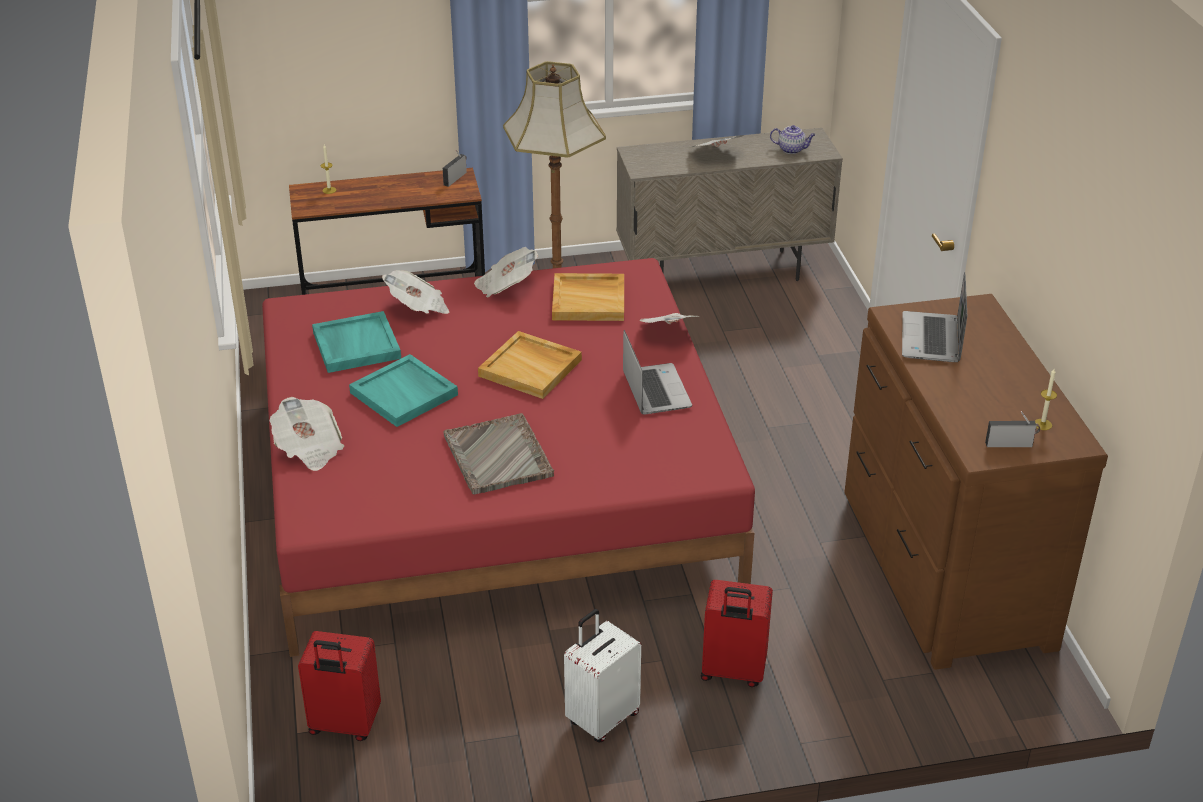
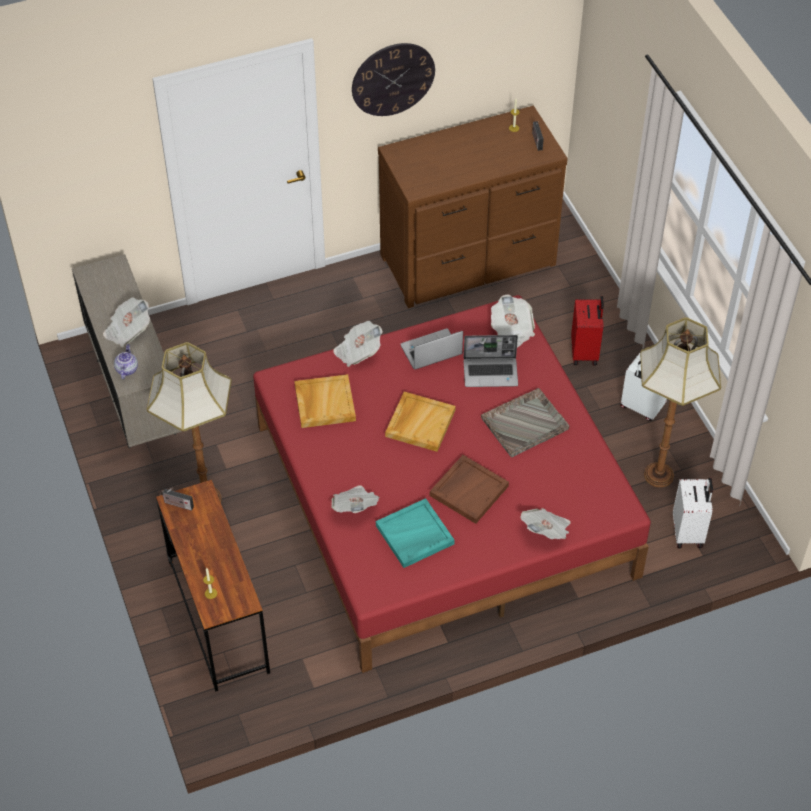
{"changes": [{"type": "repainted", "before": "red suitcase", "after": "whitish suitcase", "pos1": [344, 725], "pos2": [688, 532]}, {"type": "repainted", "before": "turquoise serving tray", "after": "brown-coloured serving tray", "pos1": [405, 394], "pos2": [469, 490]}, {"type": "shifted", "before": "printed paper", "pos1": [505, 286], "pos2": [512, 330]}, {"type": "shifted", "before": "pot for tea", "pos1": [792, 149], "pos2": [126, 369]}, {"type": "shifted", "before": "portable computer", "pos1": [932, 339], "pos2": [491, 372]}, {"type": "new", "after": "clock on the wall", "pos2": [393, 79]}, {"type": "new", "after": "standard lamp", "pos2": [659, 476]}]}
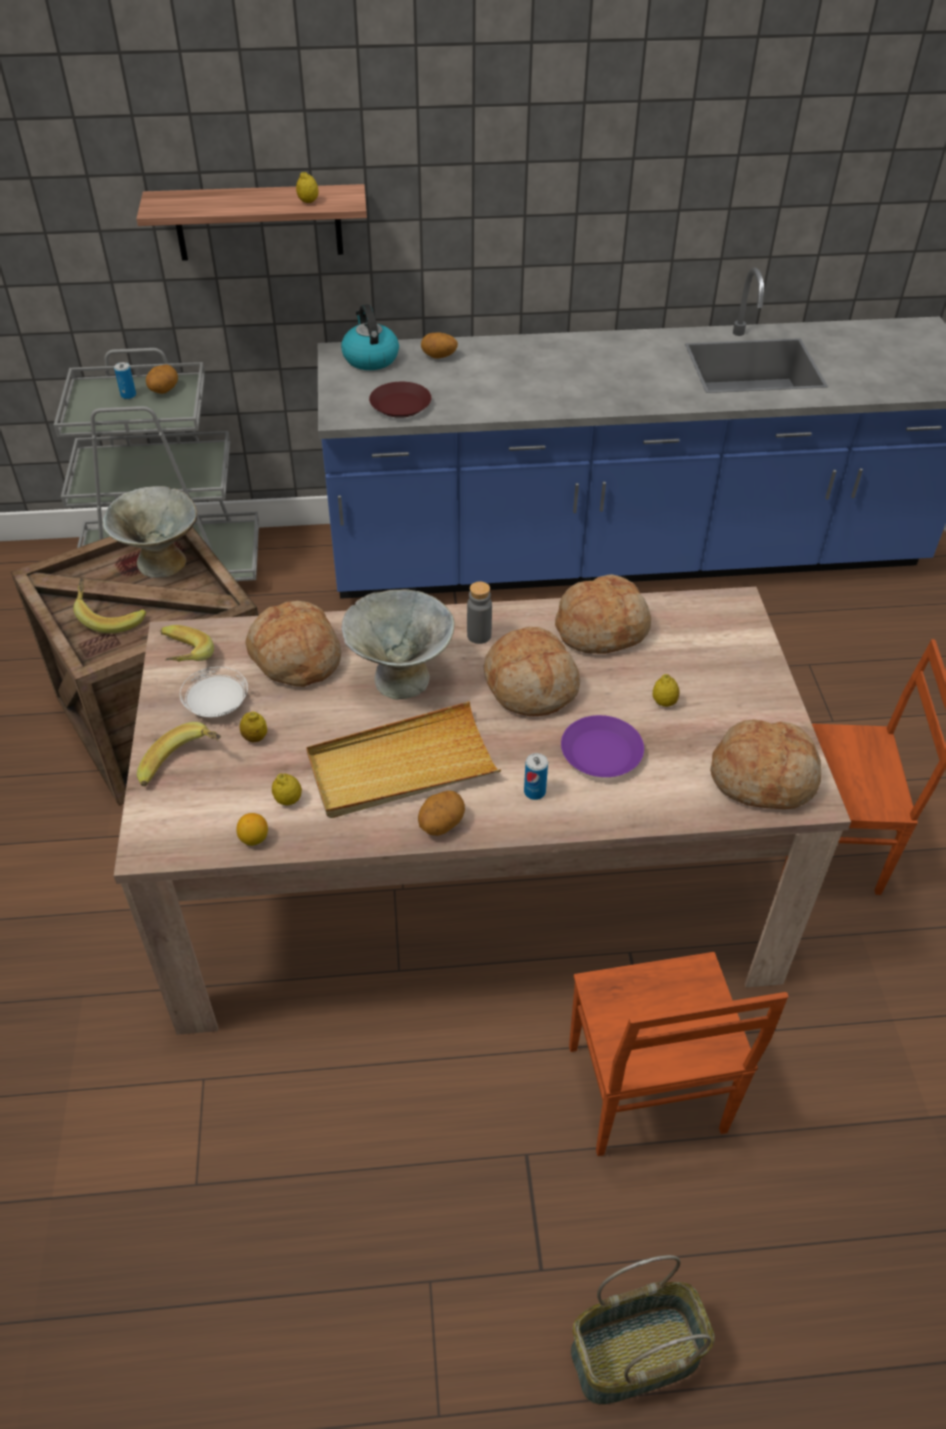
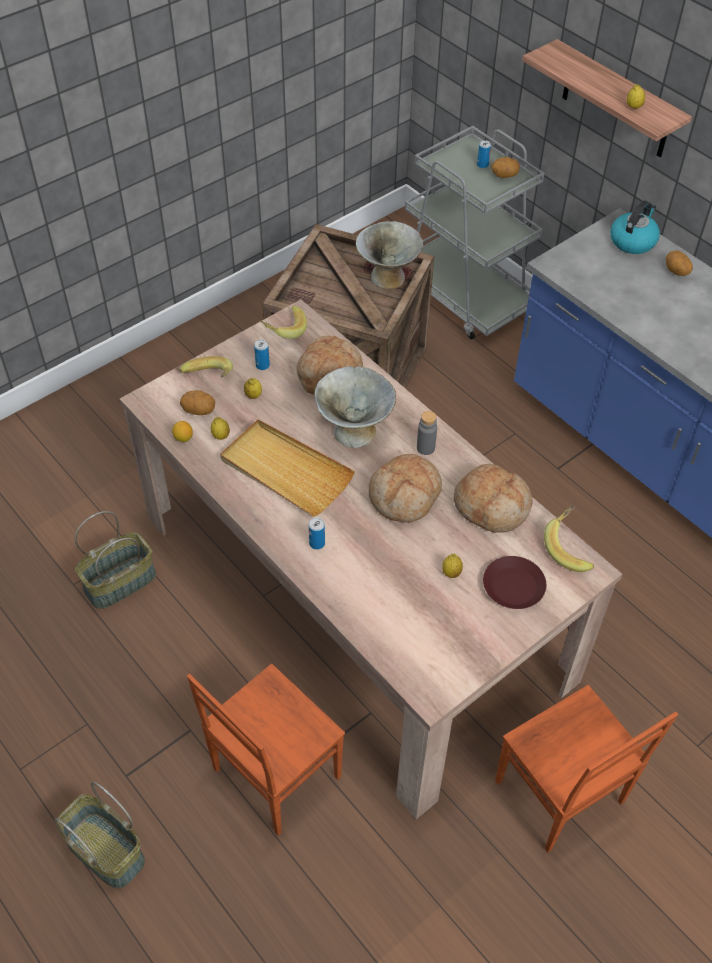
{"changes": [{"type": "shifted", "before": "banana", "pos1": [110, 617], "pos2": [570, 547]}, {"type": "swapped", "before": "whitish flat dish", "after": "metal can", "pos1": [216, 706], "pos2": [262, 365]}, {"type": "shifted", "before": "brown-coloured flat dish", "pos1": [401, 405], "pos2": [513, 587]}, {"type": "shifted", "before": "spud", "pos1": [441, 824], "pos2": [199, 411]}, {"type": "gone", "before": "purple-coloured flat dish", "pos1": [602, 752]}, {"type": "gone", "before": "bread", "pos1": [764, 777]}, {"type": "new", "after": "storage basket", "pos2": [120, 581]}]}
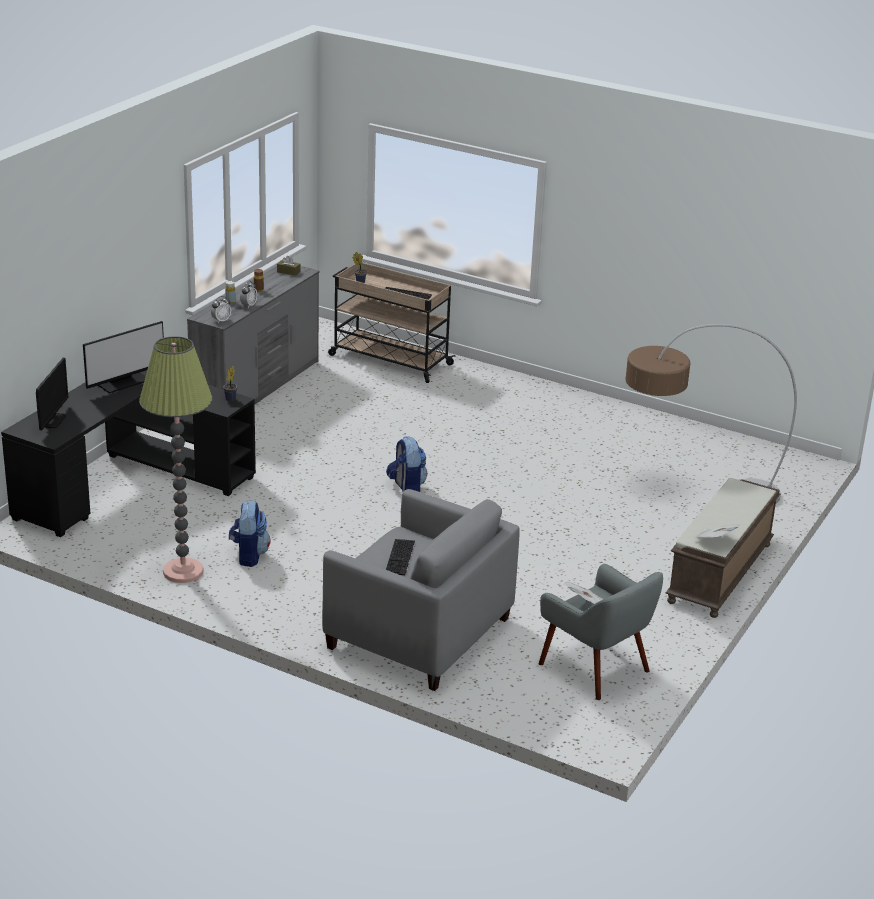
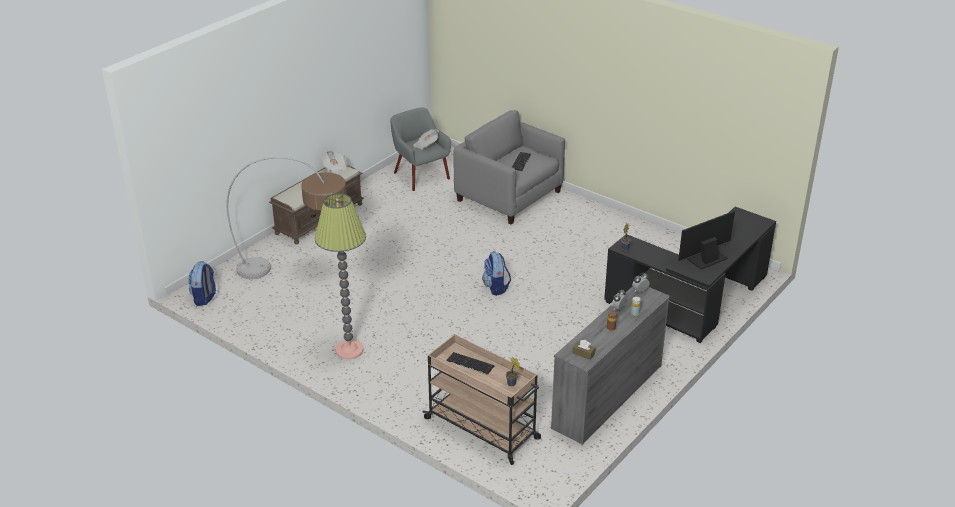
{"changes": [{"type": "gone", "before": "computer screen", "pos1": [52, 420]}, {"type": "shifted", "before": "standard lamp", "pos1": [183, 571], "pos2": [349, 350]}, {"type": "shifted", "before": "backpack", "pos1": [249, 555], "pos2": [204, 298]}]}
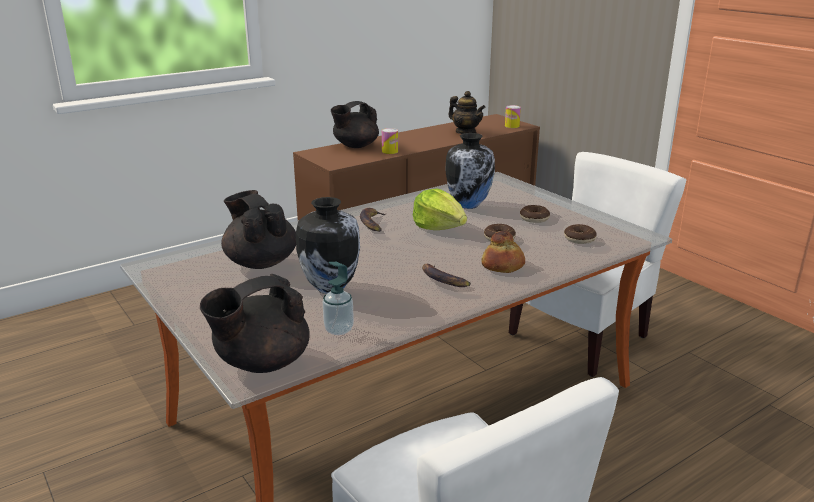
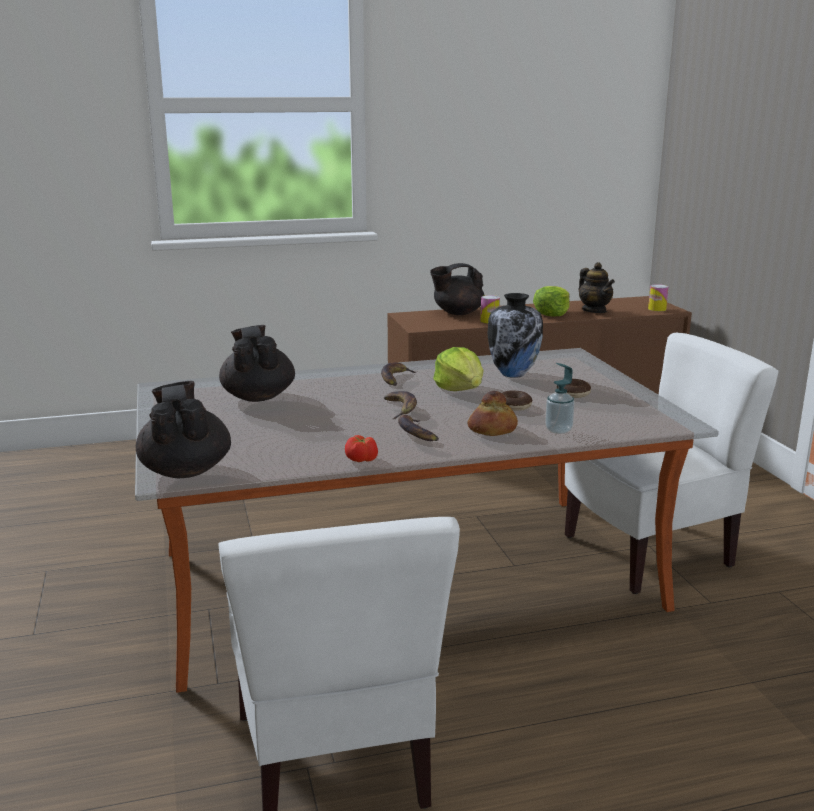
{"changes": [{"type": "rotated", "before": "blackish pot for tea", "pos1": [261, 363], "pos2": [185, 470], "turn": 90}, {"type": "gone", "before": "vase", "pos1": [330, 287]}, {"type": "shifted", "before": "soap bottle", "pos1": [339, 329], "pos2": [558, 430]}, {"type": "gone", "before": "doughnut", "pos1": [579, 239]}, {"type": "new", "after": "tomato", "pos2": [361, 459]}, {"type": "new", "after": "banana", "pos2": [400, 409]}, {"type": "new", "after": "lettuce head", "pos2": [552, 313]}]}
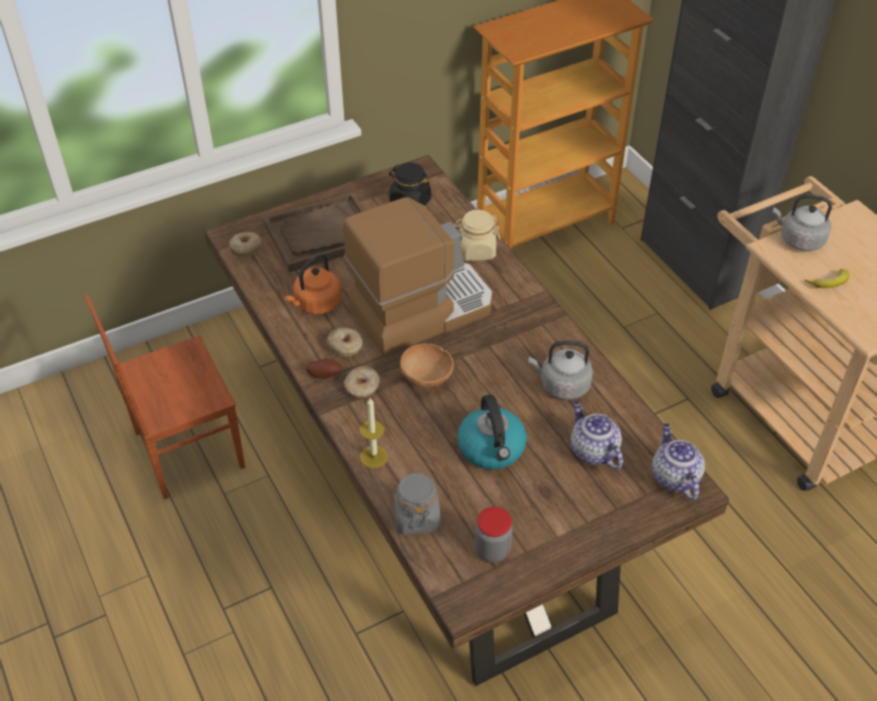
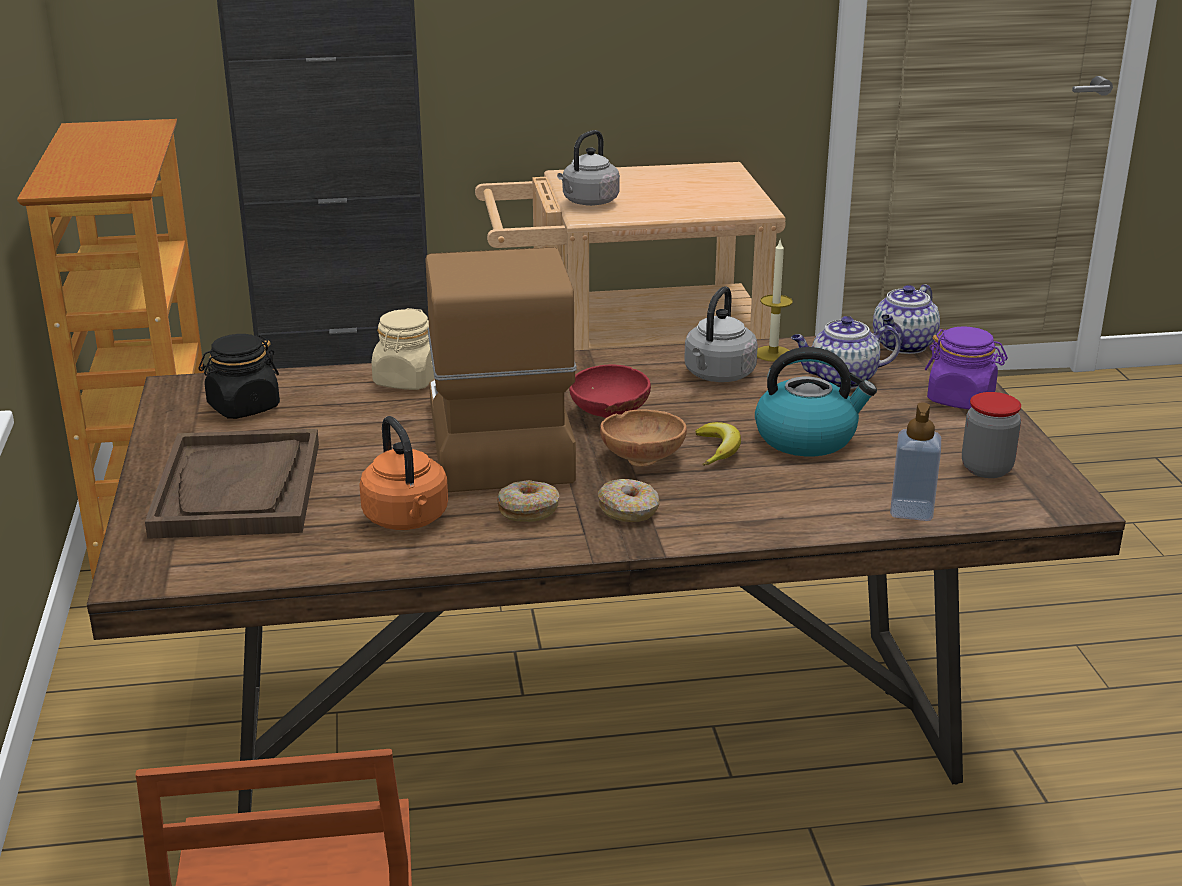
{"changes": [{"type": "gone", "before": "doughnut", "pos1": [246, 248]}, {"type": "gone", "before": "spud", "pos1": [324, 374]}, {"type": "shifted", "before": "candle", "pos1": [374, 456], "pos2": [773, 354]}, {"type": "swapped", "before": "gray jar", "after": "soap bottle", "pos1": [416, 517], "pos2": [911, 510]}, {"type": "rotated", "before": "pot for tea", "pos1": [674, 477], "pos2": [903, 346], "turn": -60}, {"type": "shifted", "before": "banana", "pos1": [829, 283], "pos2": [718, 450]}, {"type": "new", "after": "red serving bowl", "pos2": [608, 415]}, {"type": "new", "after": "purple-coloured jar", "pos2": [961, 399]}]}
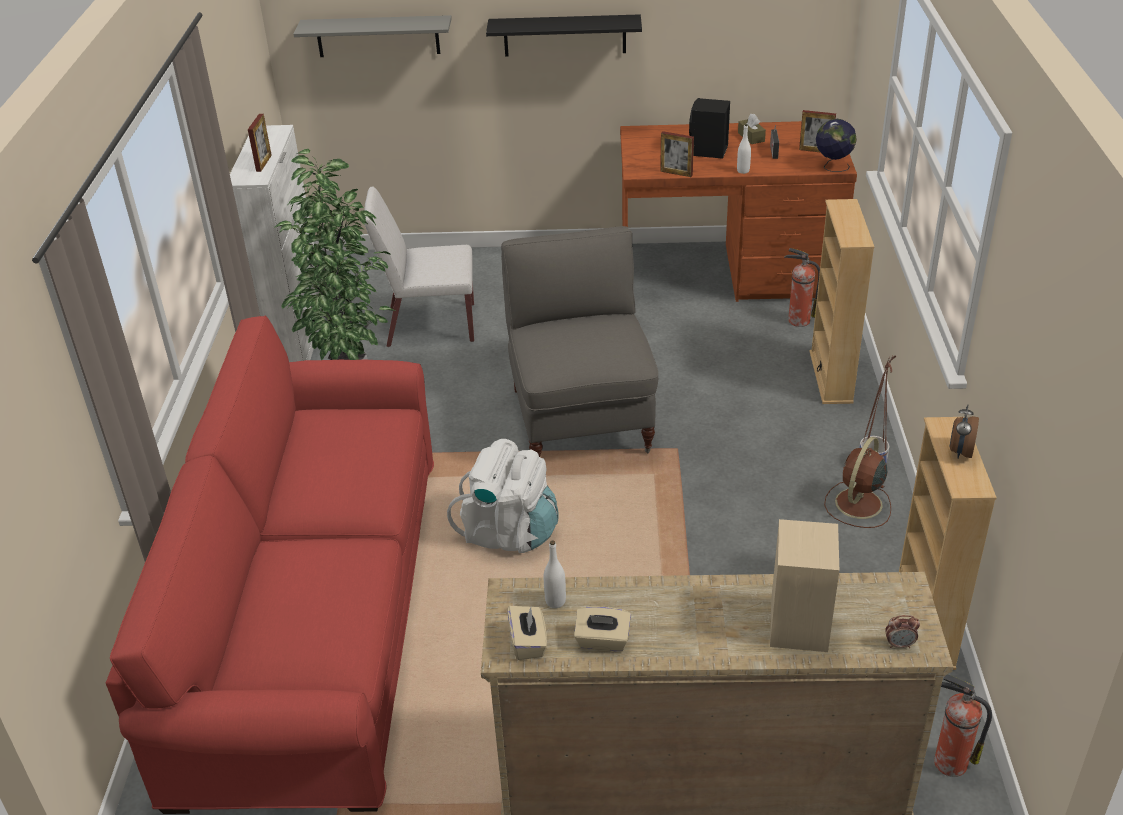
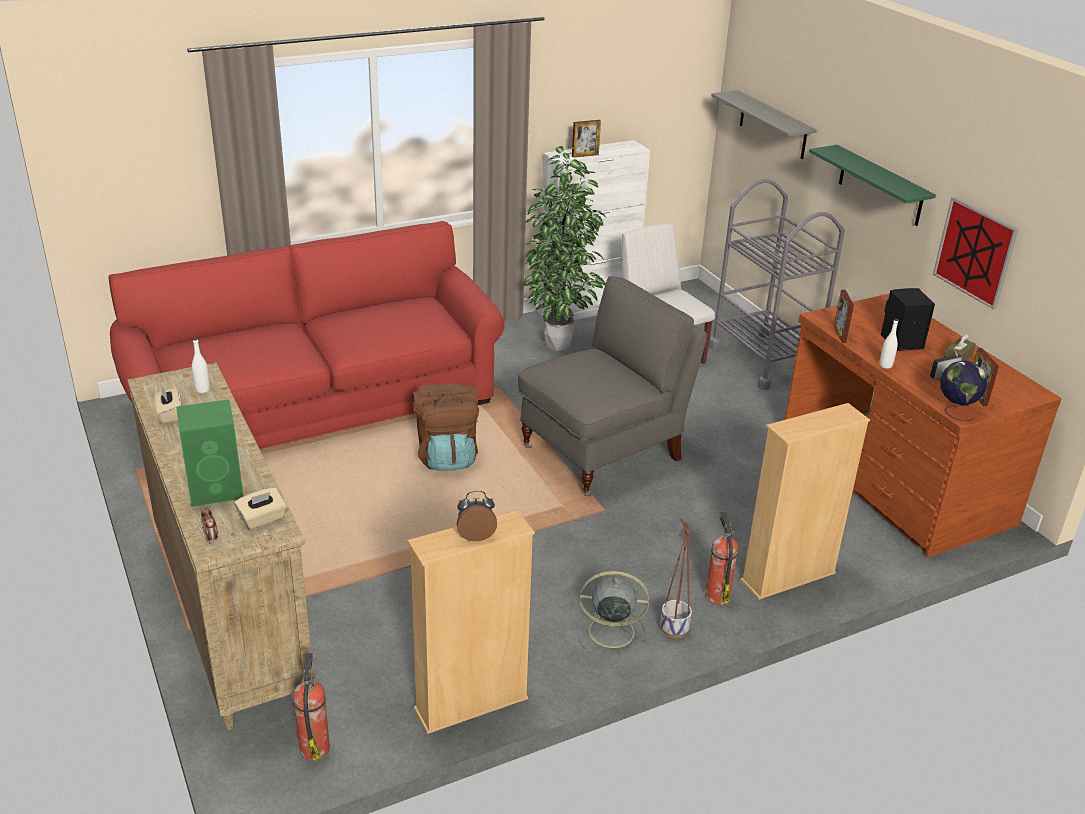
{"changes": [{"type": "repainted", "before": "whitish backpack", "after": "brown-coloured backpack", "pos1": [509, 532], "pos2": [447, 456]}, {"type": "repainted", "before": "blackish wall shelf", "after": "greenish wall shelf", "pos1": [564, 35], "pos2": [880, 186]}, {"type": "shifted", "before": "beige-coloured tissue box", "pos1": [528, 643], "pos2": [262, 519]}, {"type": "repainted", "before": "beige-coloured audio speaker", "after": "greenish audio speaker", "pos1": [798, 624], "pos2": [217, 489]}, {"type": "shifted", "before": "fire-fighting cylinder", "pos1": [797, 320], "pos2": [717, 595]}, {"type": "repainted", "before": "brown-coloured electric fan", "after": "gray electric fan", "pos1": [857, 505], "pos2": [609, 631]}, {"type": "new", "after": "gray cart", "pos2": [764, 360]}, {"type": "new", "after": "wall art", "pos2": [975, 252]}]}
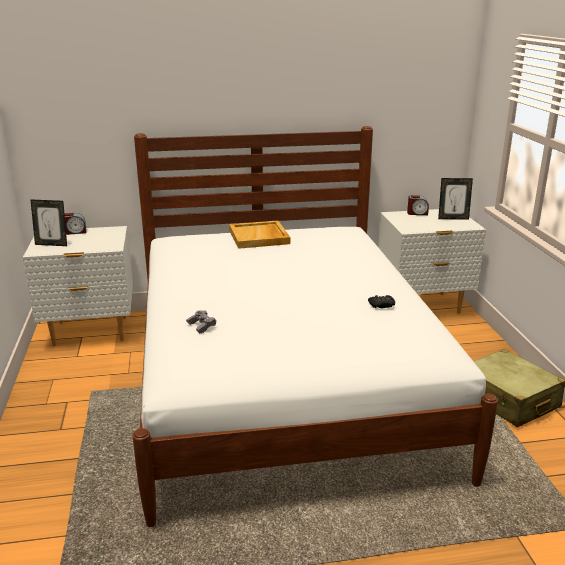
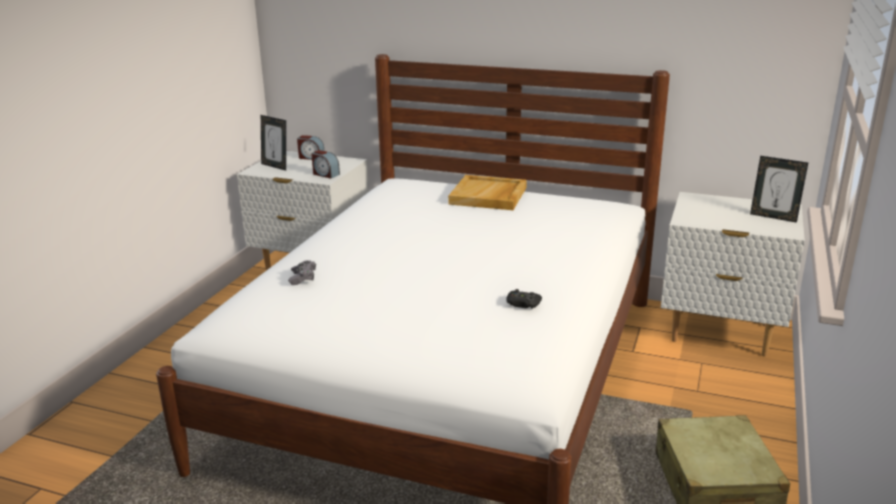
{"changes": [{"type": "shifted", "before": "alarm clock", "pos1": [417, 213], "pos2": [325, 174]}]}
